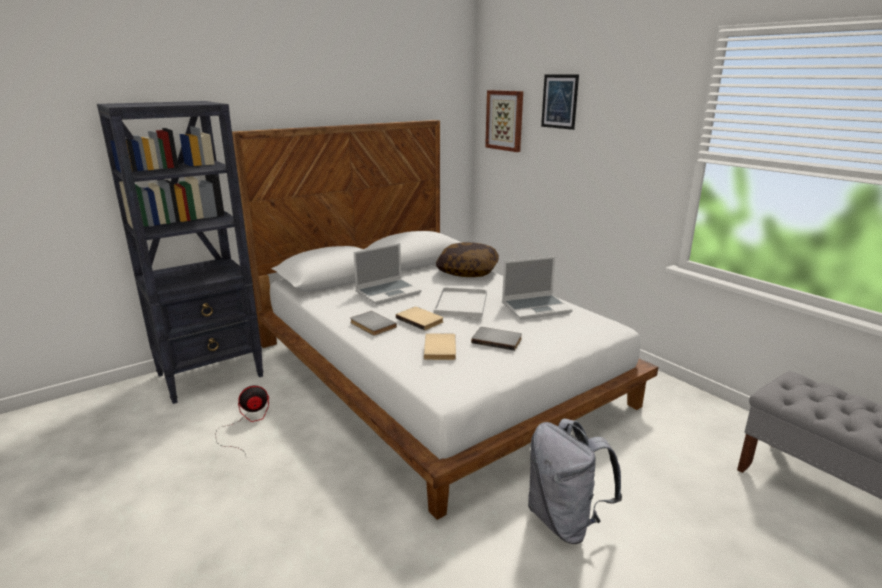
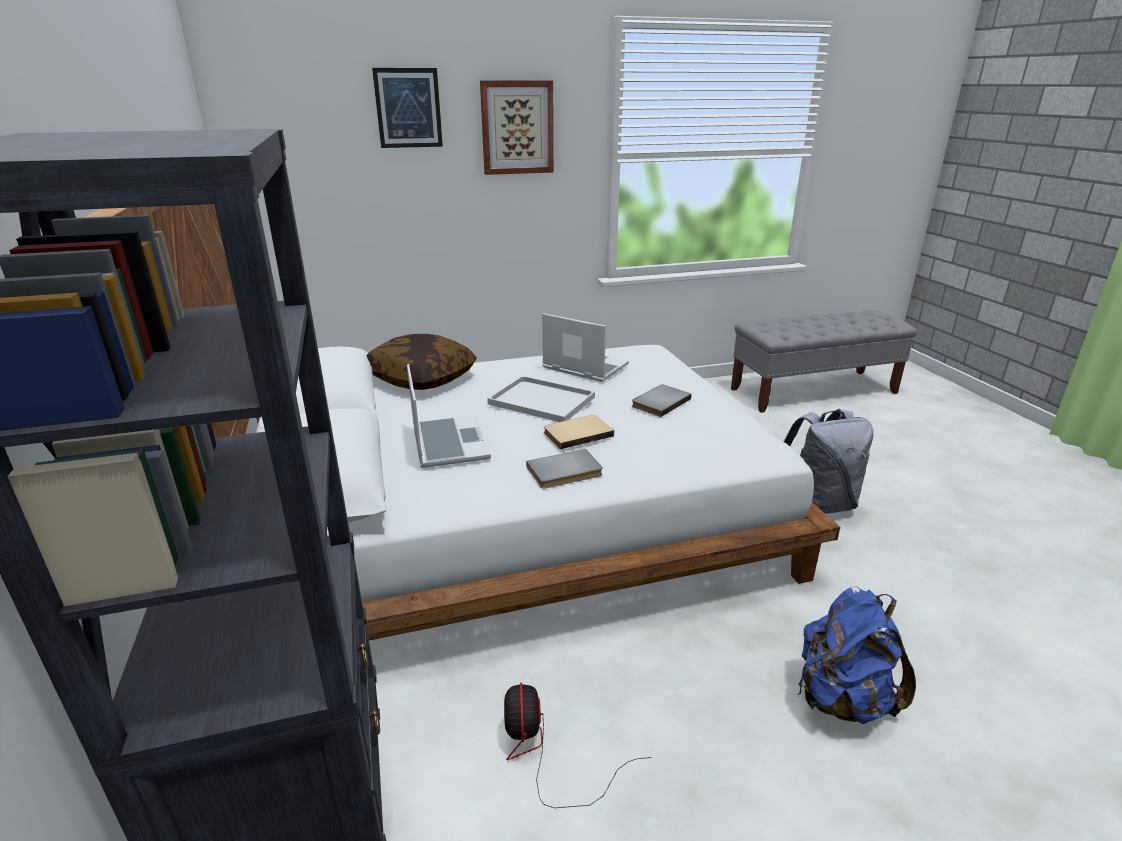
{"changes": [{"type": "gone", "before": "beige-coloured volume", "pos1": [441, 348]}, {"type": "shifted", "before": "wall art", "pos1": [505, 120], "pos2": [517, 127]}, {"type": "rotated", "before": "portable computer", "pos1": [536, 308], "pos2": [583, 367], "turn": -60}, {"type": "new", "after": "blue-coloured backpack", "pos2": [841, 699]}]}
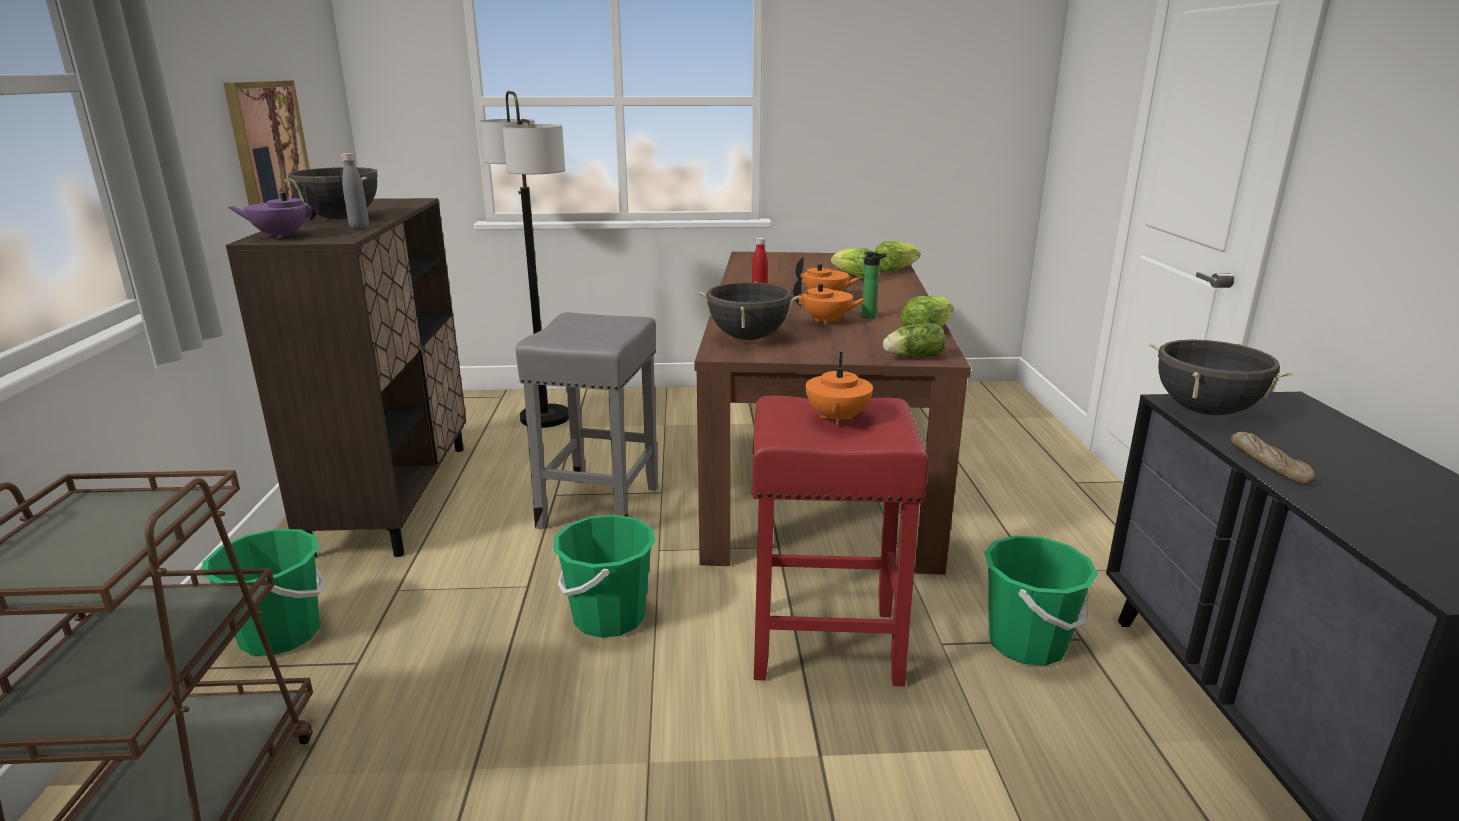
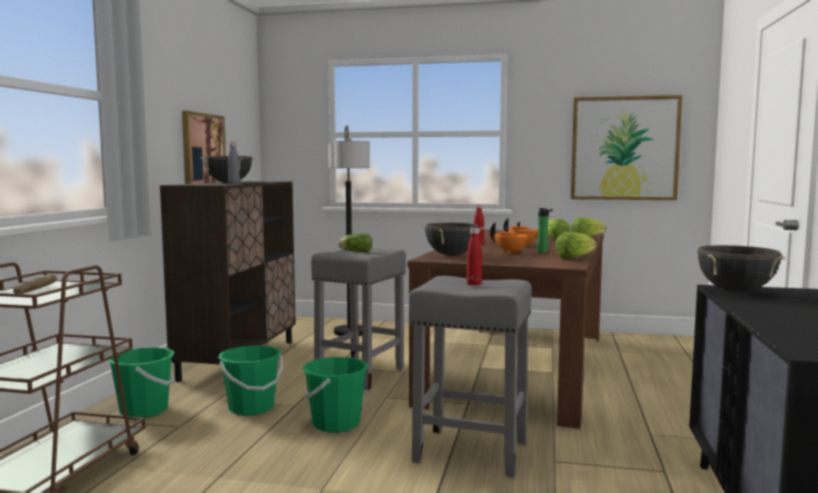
{"changes": [{"type": "gone", "before": "purple-coloured pot for tea", "pos1": [281, 236]}, {"type": "repainted", "before": "red stool", "after": "gray stool", "pos1": [822, 644], "pos2": [468, 451]}, {"type": "swapped", "before": "orangey pot for tea", "after": "red bottle", "pos1": [836, 419], "pos2": [474, 284]}, {"type": "shifted", "before": "lettuce head", "pos1": [911, 357], "pos2": [355, 252]}, {"type": "shifted", "before": "greenish bucket", "pos1": [1027, 643], "pos2": [251, 408]}, {"type": "shifted", "before": "bread", "pos1": [1268, 465], "pos2": [36, 289]}, {"type": "new", "after": "wall art", "pos2": [624, 148]}]}
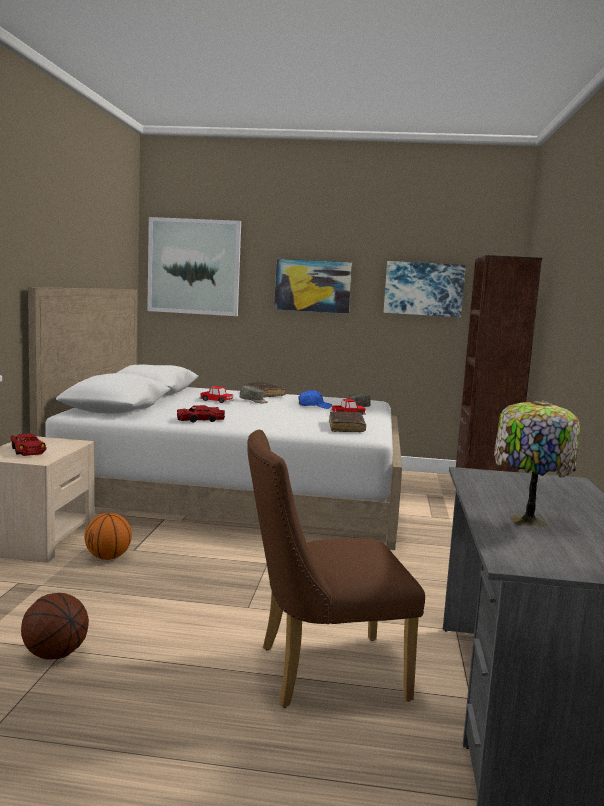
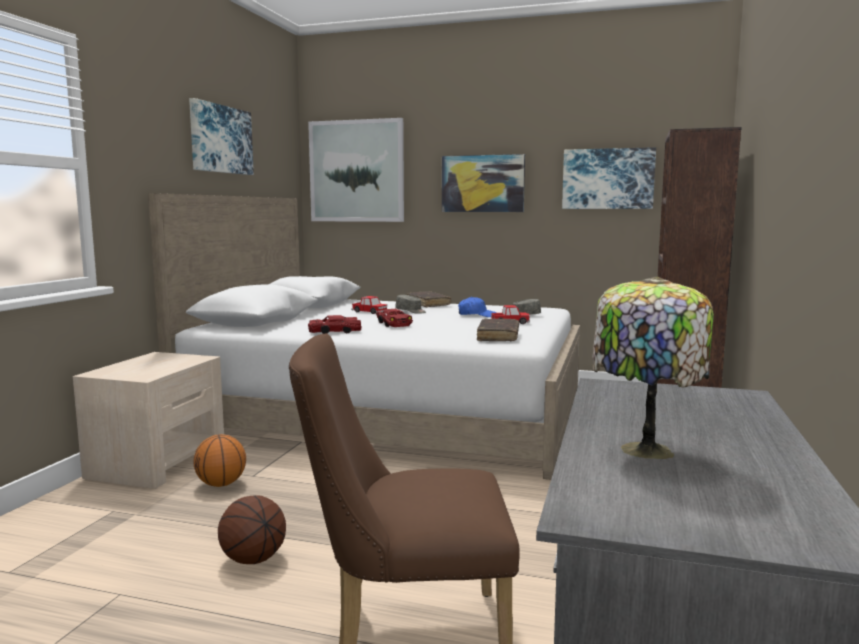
{"changes": [{"type": "shifted", "before": "red miniature car", "pos1": [27, 450], "pos2": [393, 324]}, {"type": "shifted", "before": "basketball ball", "pos1": [55, 654], "pos2": [253, 559]}, {"type": "new", "after": "wall art", "pos2": [220, 139]}]}
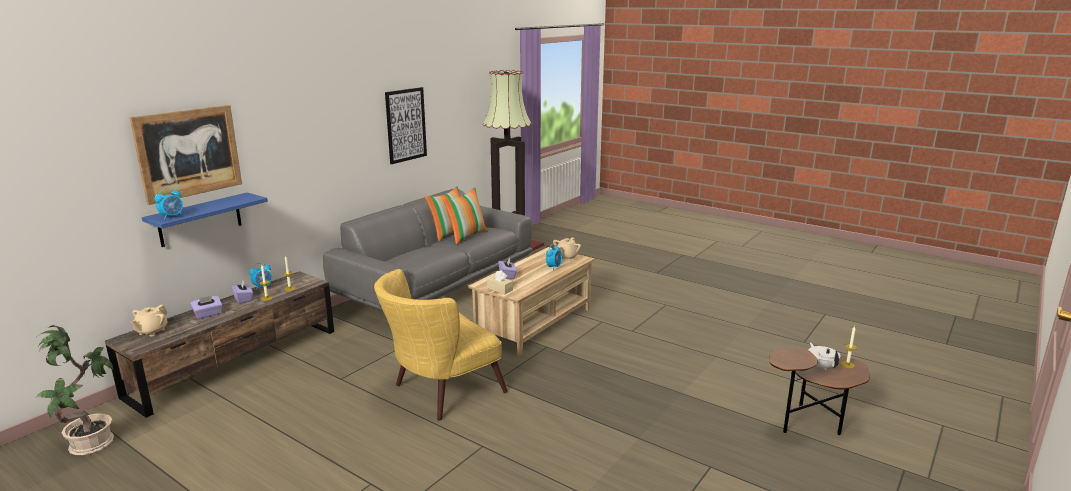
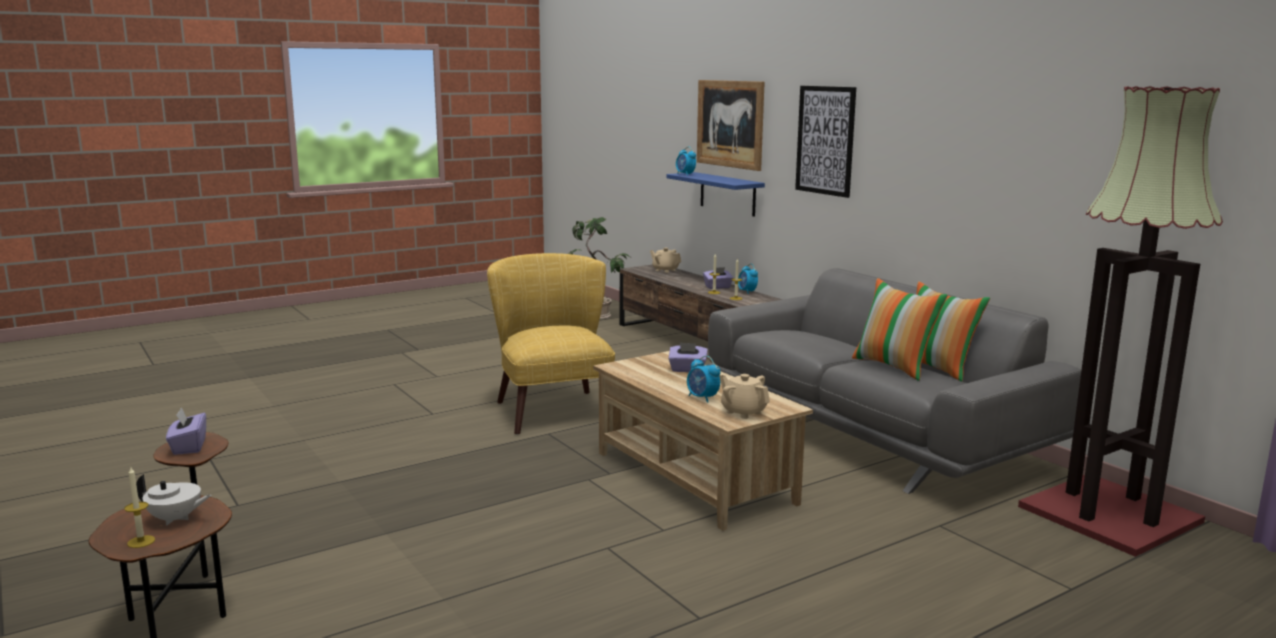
{"changes": [{"type": "shifted", "before": "purple-coloured tissue box", "pos1": [208, 314], "pos2": [188, 447]}, {"type": "shifted", "before": "wall art", "pos1": [406, 125], "pos2": [825, 140]}, {"type": "gone", "before": "beige-coloured tissue box", "pos1": [500, 289]}]}
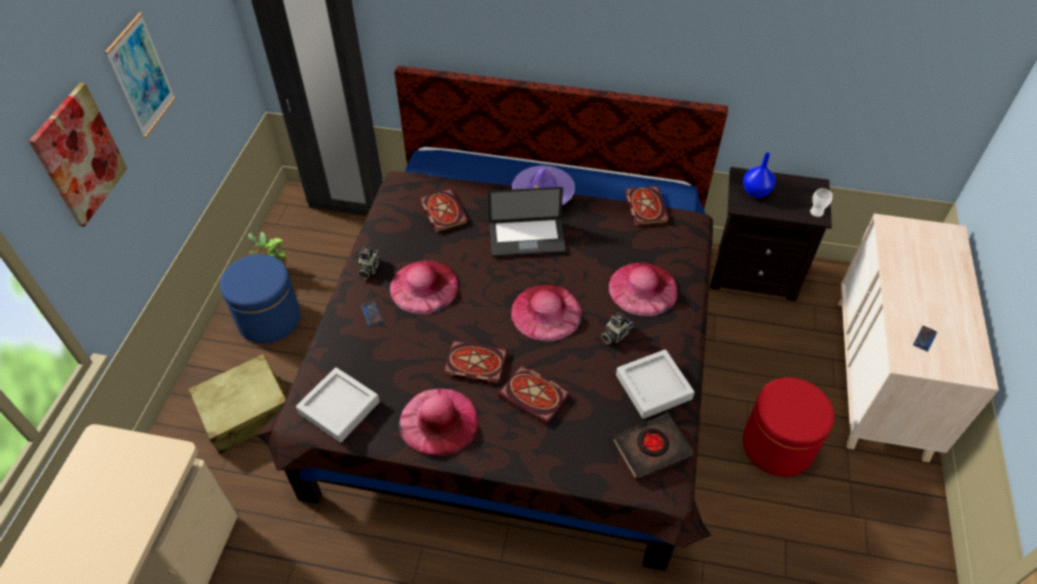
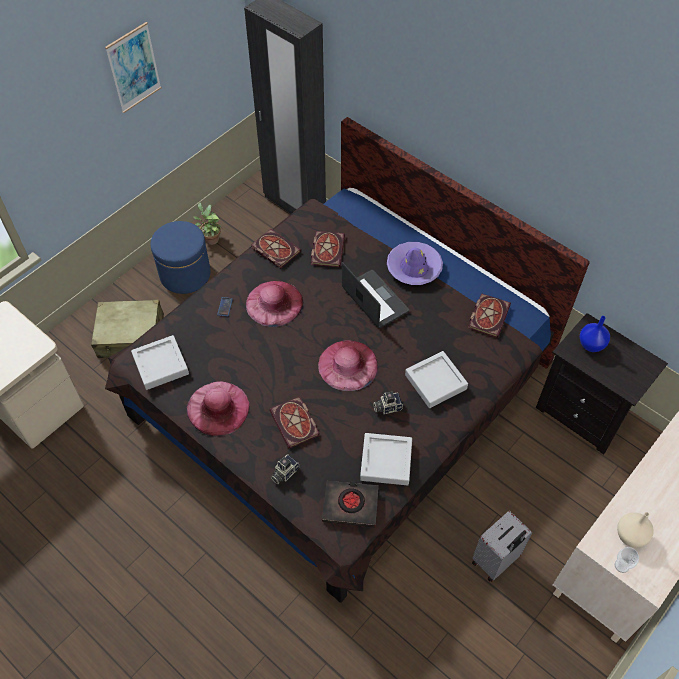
{"changes": [{"type": "gone", "before": "wall art", "pos1": [79, 155]}, {"type": "shifted", "before": "still camera", "pos1": [368, 268], "pos2": [284, 472]}, {"type": "shifted", "before": "volume", "pos1": [474, 364], "pos2": [274, 249]}, {"type": "rotated", "before": "portable computer", "pos1": [527, 239], "pos2": [375, 300], "turn": -150}, {"type": "swapped", "before": "pink-coloured clothing hat", "after": "gray serving tray", "pos1": [643, 288], "pos2": [435, 382]}, {"type": "swapped", "before": "red pouffe", "after": "gray suitcase", "pos1": [777, 445], "pos2": [496, 561]}, {"type": "shifted", "before": "small cup", "pos1": [816, 212], "pos2": [621, 565]}, {"type": "swapped", "before": "phone", "after": "beige-coloured vase", "pos1": [924, 338], "pos2": [629, 535]}]}
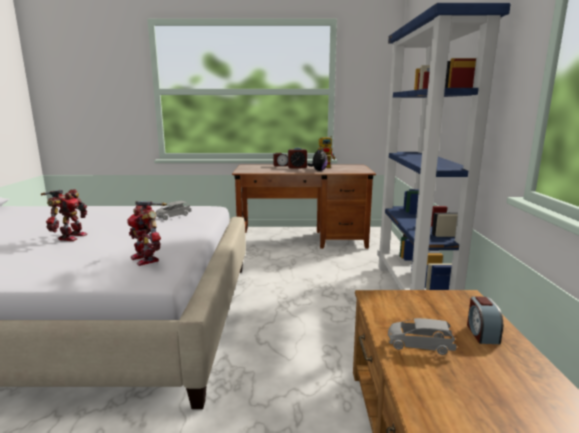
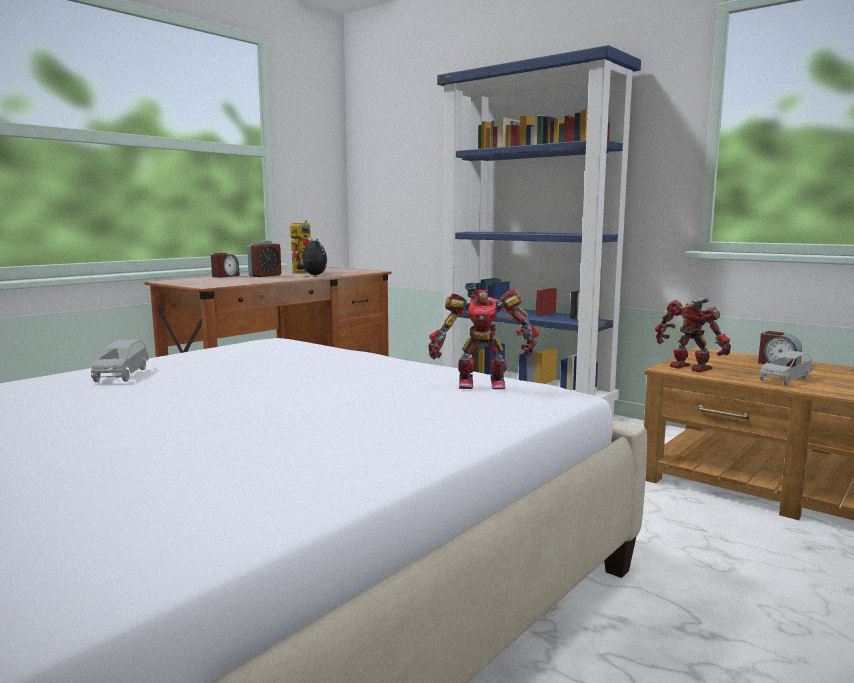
{"changes": [{"type": "shifted", "before": "toy robot", "pos1": [71, 237], "pos2": [689, 368]}, {"type": "shifted", "before": "gray miniature car", "pos1": [173, 216], "pos2": [121, 375]}]}
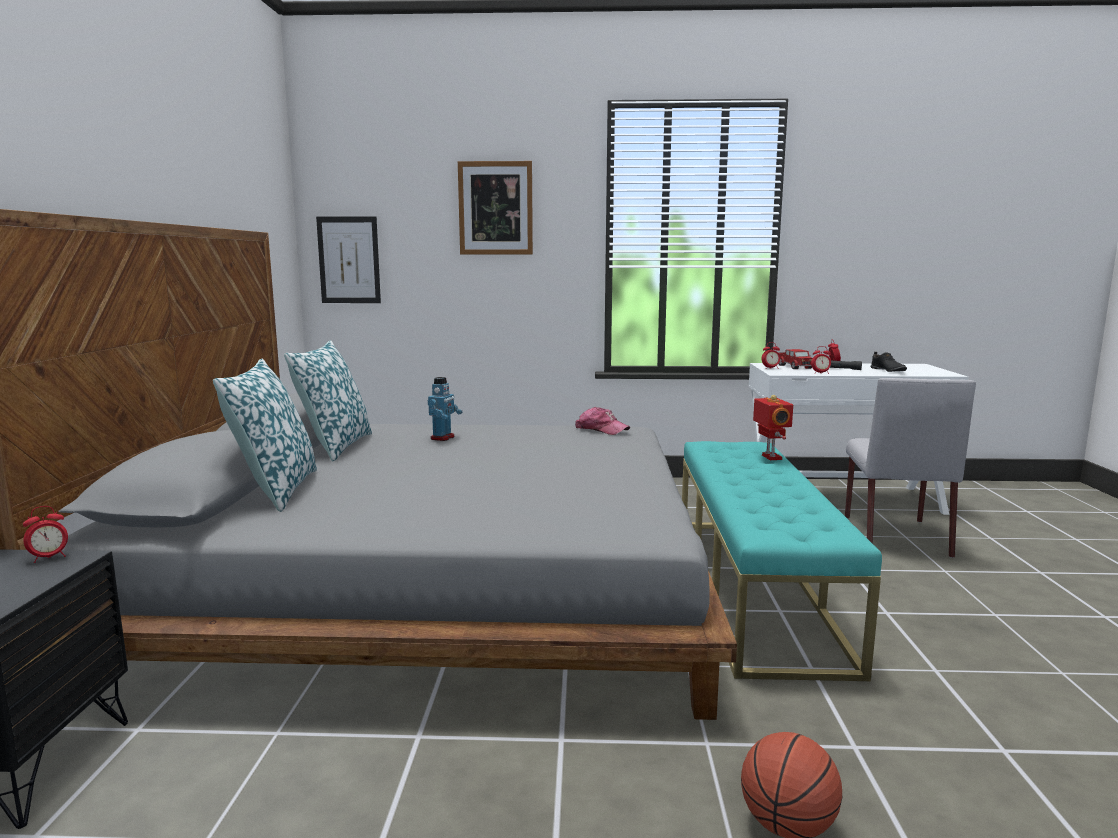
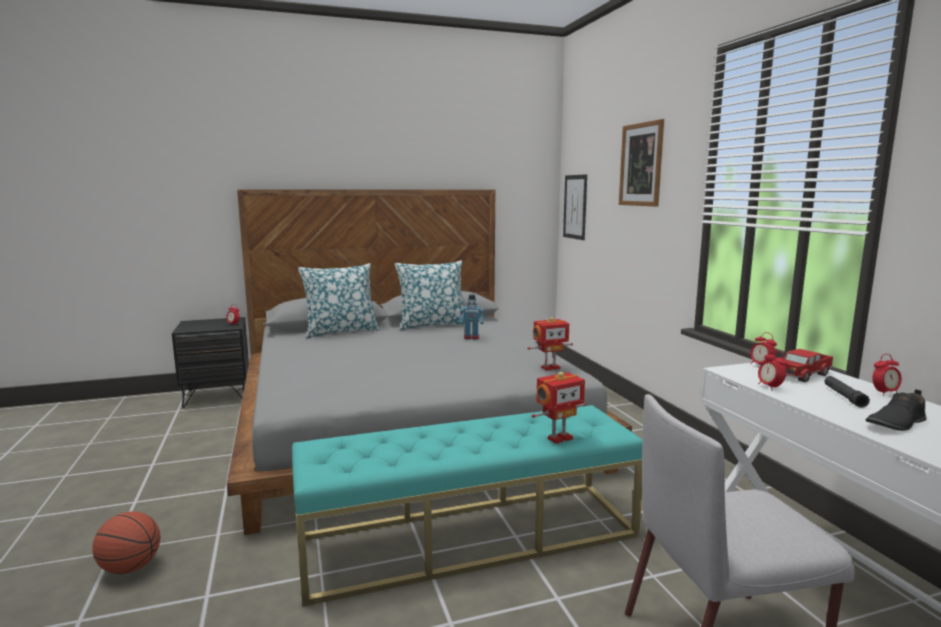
{"changes": [{"type": "swapped", "before": "cap", "after": "toy robot", "pos1": [601, 430], "pos2": [550, 367]}]}
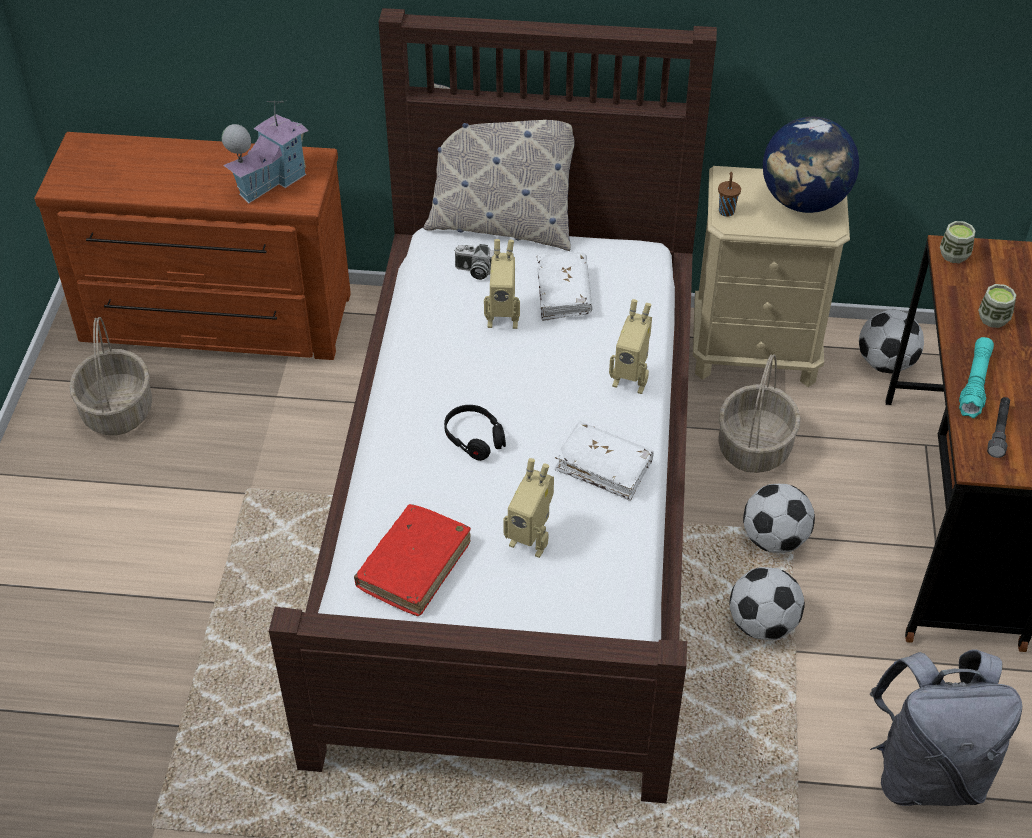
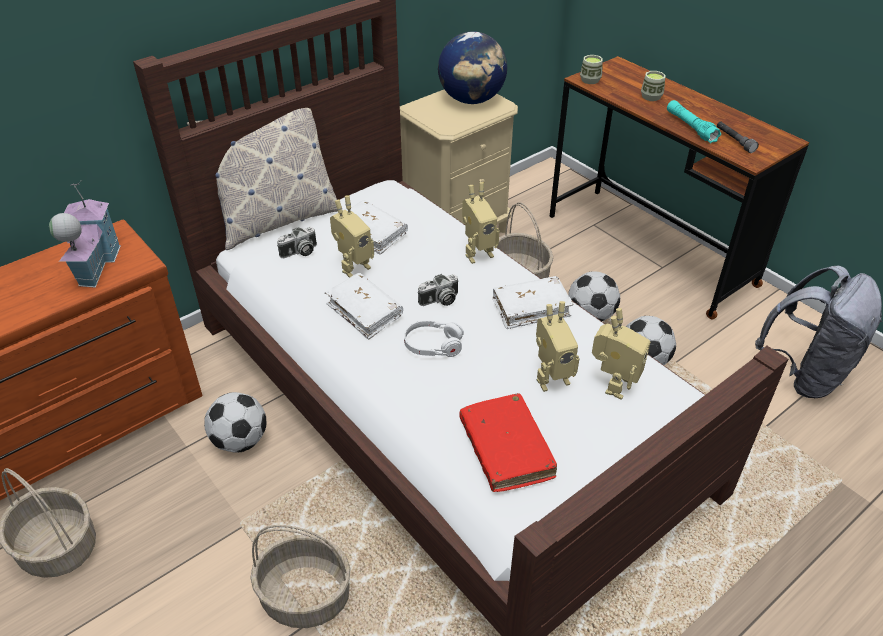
{"changes": [{"type": "repainted", "before": "blackish pair of headphones", "after": "whitish pair of headphones", "pos1": [475, 438], "pos2": [433, 345]}, {"type": "gone", "before": "brown-coloured small cup", "pos1": [726, 211]}, {"type": "shifted", "before": "ball for football", "pos1": [885, 363], "pos2": [240, 441]}, {"type": "new", "after": "storage basket", "pos2": [307, 596]}, {"type": "new", "after": "whitish volume", "pos2": [364, 312]}, {"type": "new", "after": "still camera", "pos2": [439, 300]}, {"type": "new", "after": "toy robot", "pos2": [612, 384]}]}
